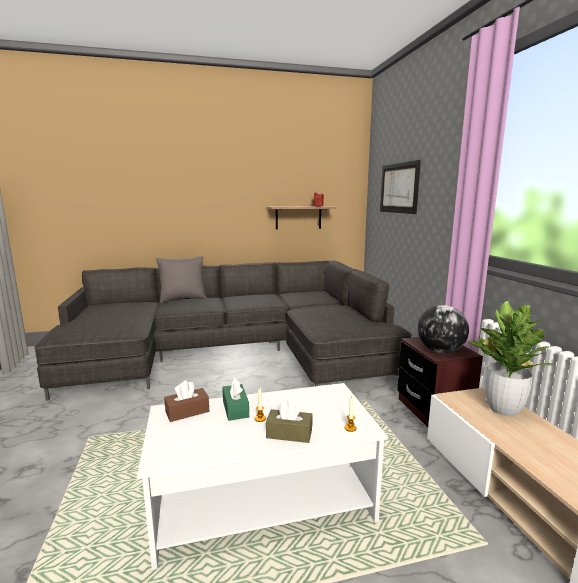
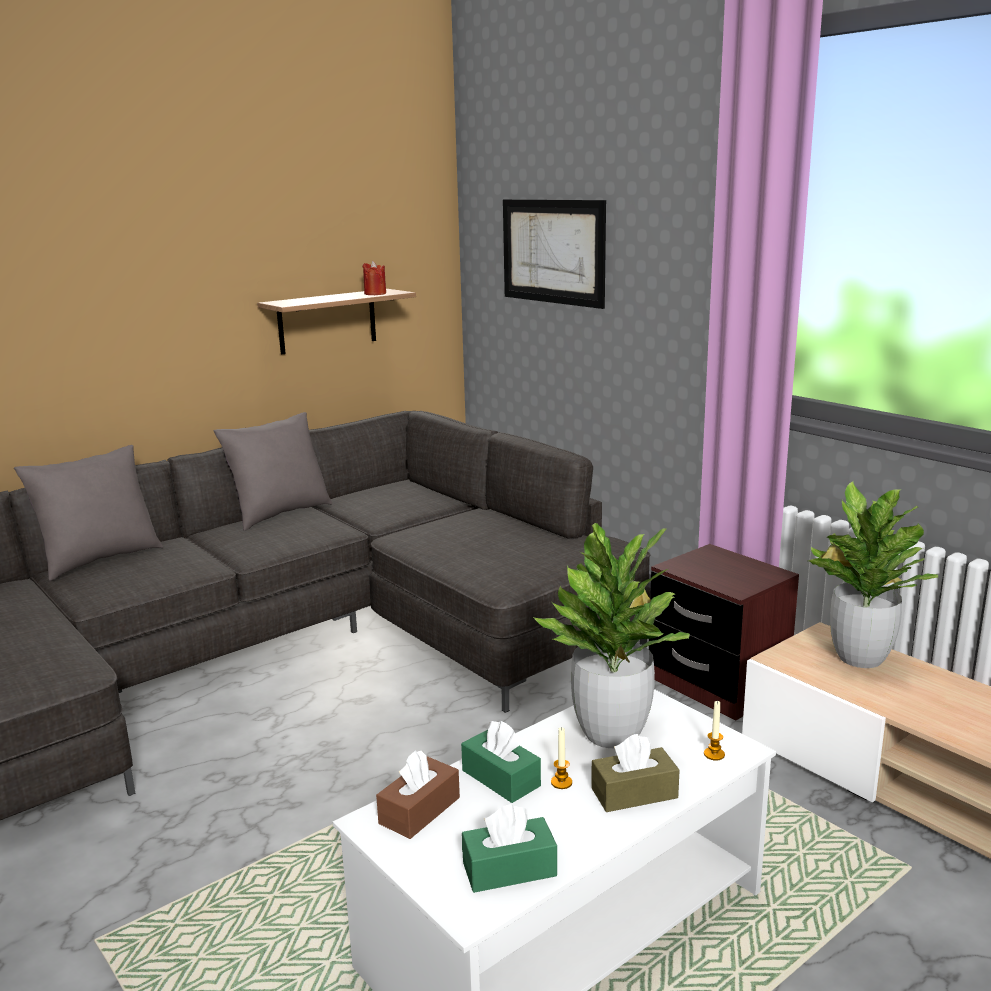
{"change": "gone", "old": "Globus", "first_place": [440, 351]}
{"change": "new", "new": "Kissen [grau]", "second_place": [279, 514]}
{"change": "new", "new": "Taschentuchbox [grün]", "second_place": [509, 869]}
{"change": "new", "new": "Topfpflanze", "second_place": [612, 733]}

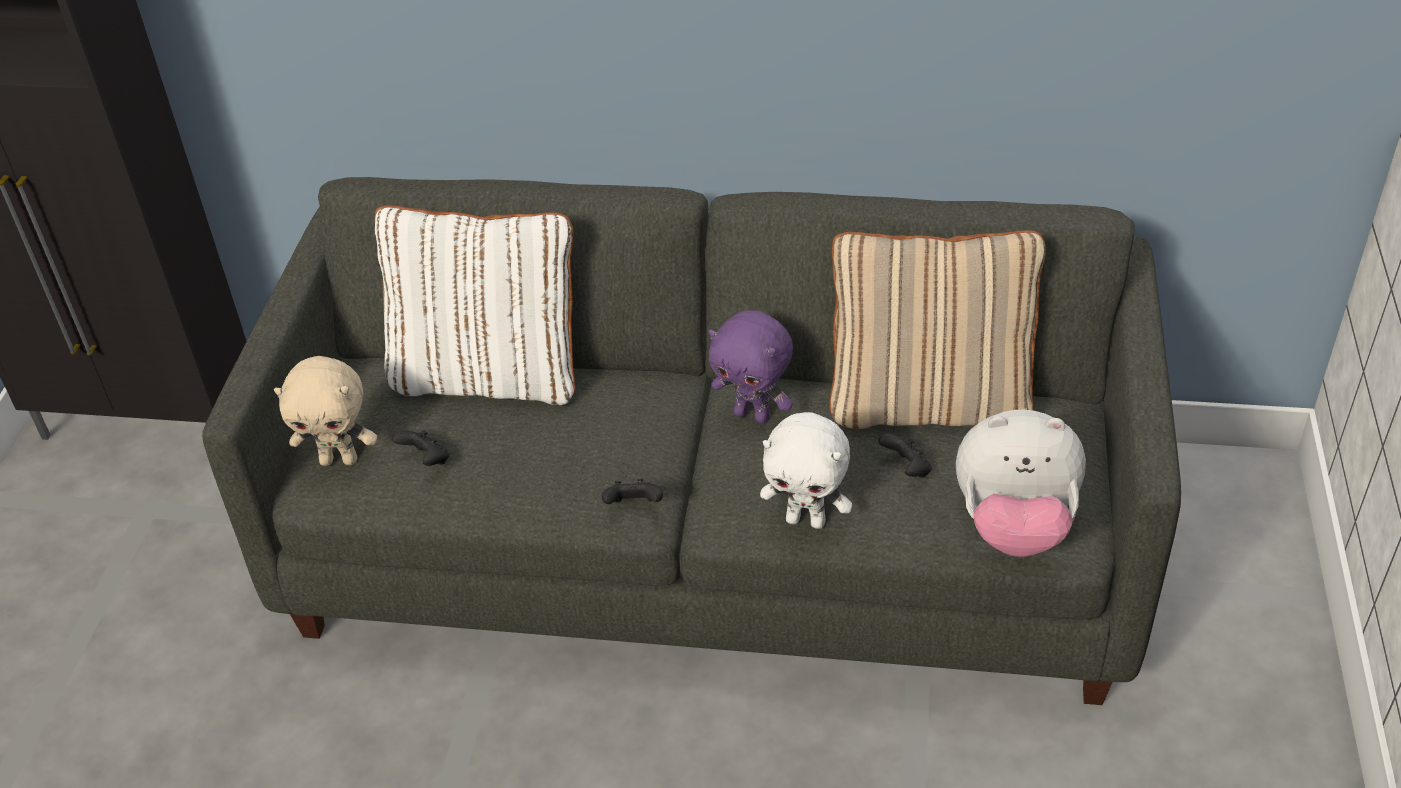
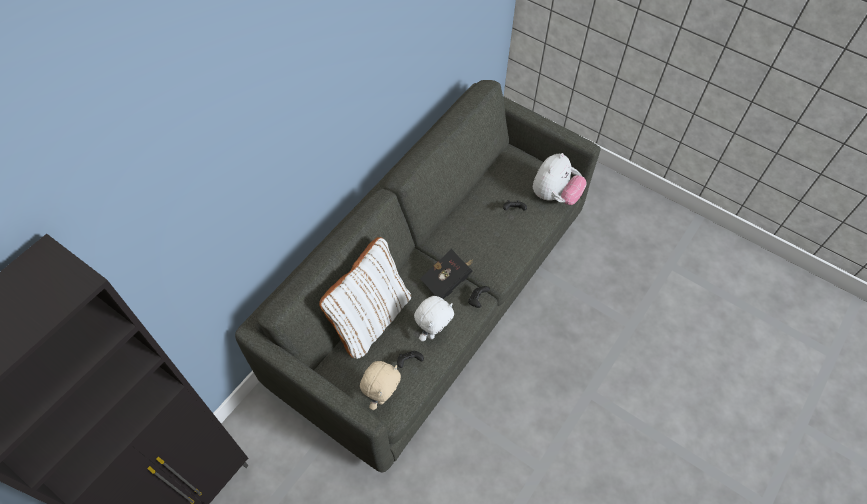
{"change": "gone", "old": "Plüschtier [lila]", "first_place": [753, 415]}
{"change": "shifted", "old": "Plüschtier [weiß]", "first_place": [806, 520], "second_place": [433, 332]}
{"change": "gone", "old": "Kissen [beige]", "first_place": [929, 402]}
{"change": "new", "new": "Buch [schwarz]", "second_place": [448, 280]}

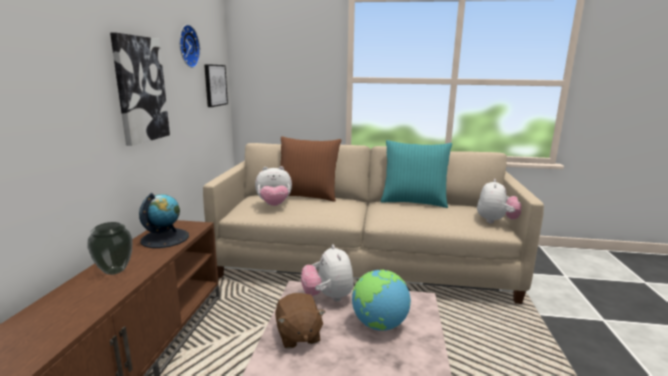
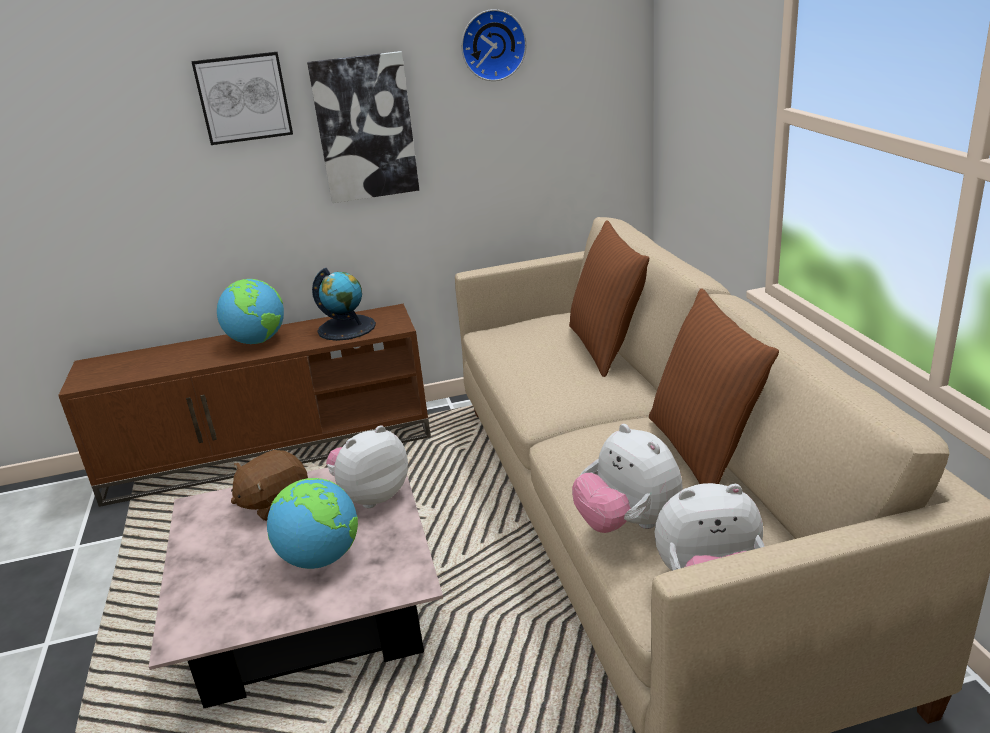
{"change": "swapped", "old": "Vase", "new": "Globus", "first_place": [114, 270], "second_place": [258, 341]}
{"change": "shifted", "old": "Bild", "first_place": [215, 85], "second_place": [244, 98]}
{"change": "shifted", "old": "Plüschtier", "first_place": [274, 205], "second_place": [628, 524]}
{"change": "repainted", "old": "Kissen [türkis]", "new": "Kissen [braun]", "first_place": [413, 202], "second_place": [703, 451]}

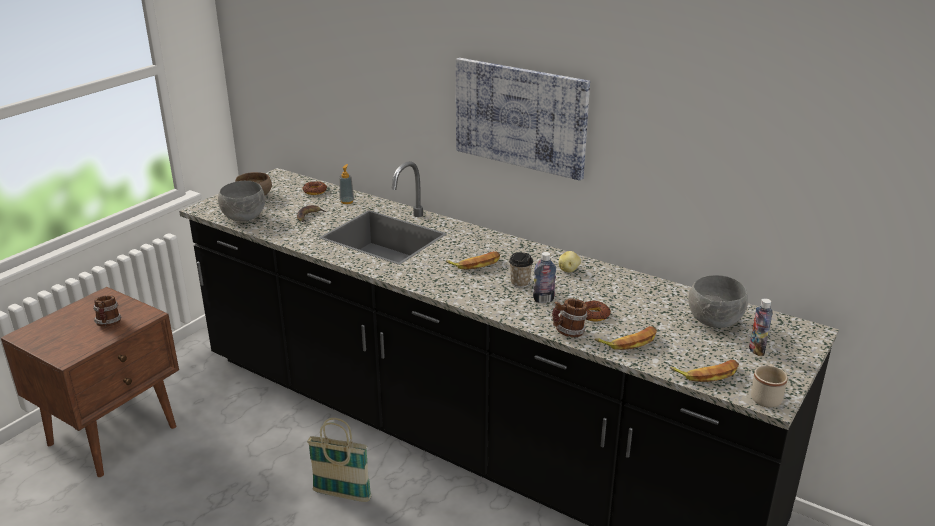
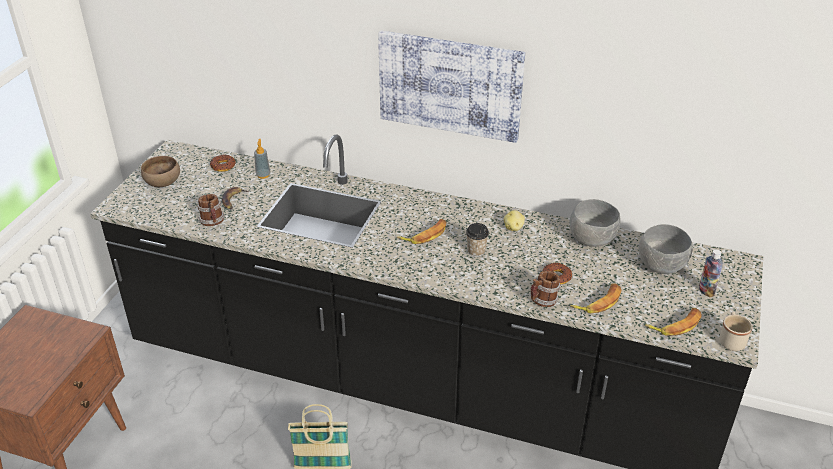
{"change": "shifted", "old": "Henkelbecher", "first_place": [109, 324], "second_place": [213, 222]}
{"change": "shifted", "old": "Schüssel [grau]", "first_place": [245, 218], "second_place": [593, 240]}
{"change": "gone", "old": "Flasche", "first_place": [543, 300]}

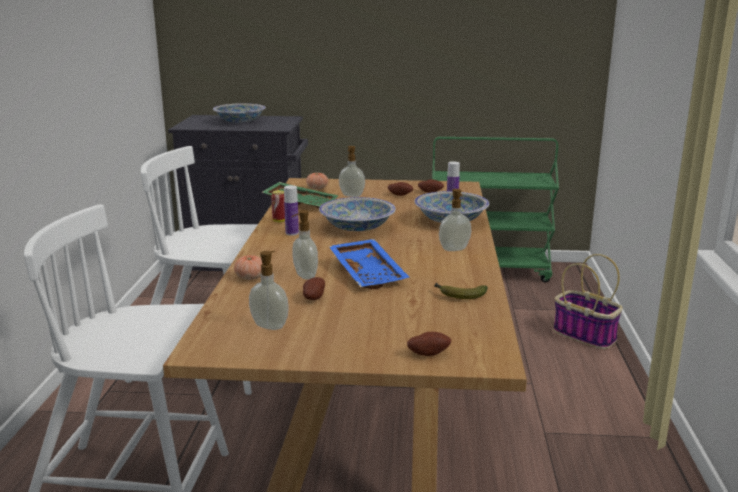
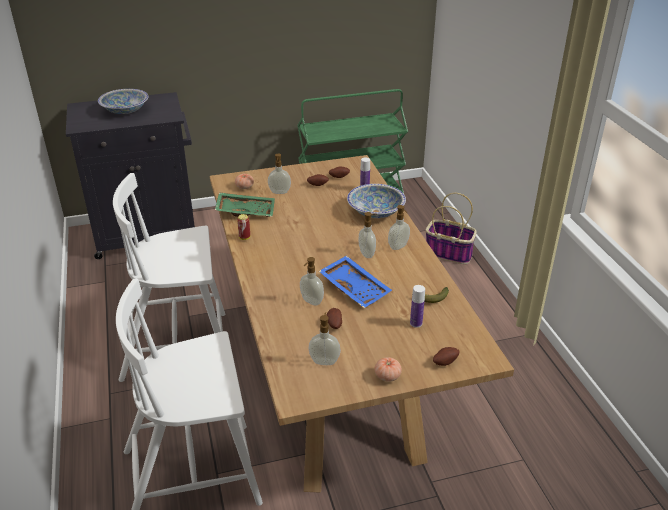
{"change": "shifted", "old": "Tomate", "first_place": [250, 277], "second_place": [387, 376]}
{"change": "shifted", "old": "Flasche", "first_place": [292, 233], "second_place": [416, 323]}
{"change": "gone", "old": "Schüssel", "first_place": [357, 227]}
{"change": "new", "new": "Seifenspender", "second_place": [367, 254]}

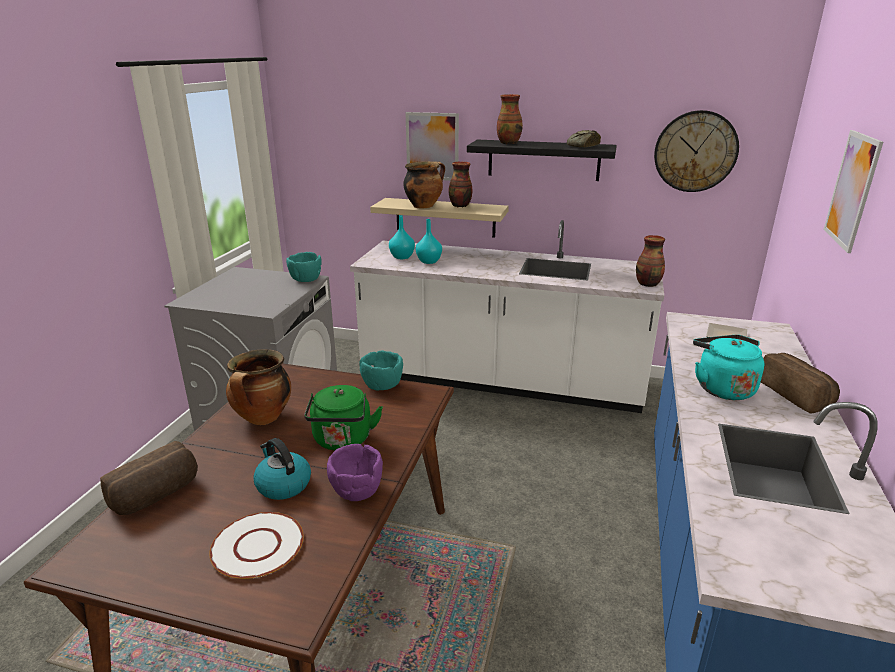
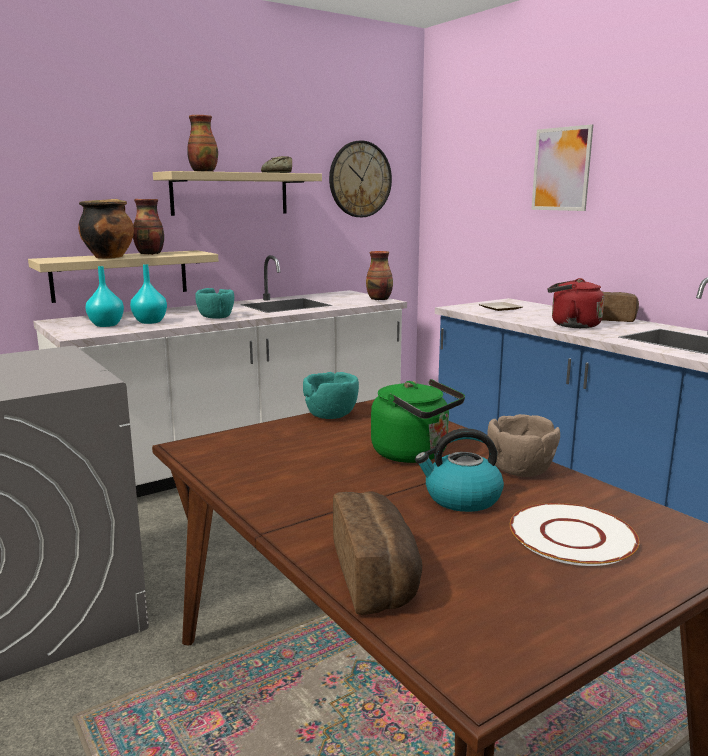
{"change": "gone", "old": "Kochtopf", "first_place": [263, 418]}
{"change": "shifted", "old": "Schüssel [türkis]", "first_place": [305, 279], "second_place": [215, 317]}
{"change": "repainted", "old": "Schüssel [lila]", "new": "Schüssel [braun]", "first_place": [356, 490], "second_place": [519, 469]}
{"change": "gone", "old": "Bild", "first_place": [432, 146]}
{"change": "repainted", "old": "Wandregal [schwarz]", "new": "Wandregal [beige]", "first_place": [543, 160], "second_place": [230, 194]}
{"change": "repainted", "old": "Wasserkessel [türkis]", "new": "Wasserkessel [rot]", "first_place": [722, 388], "second_place": [571, 325]}

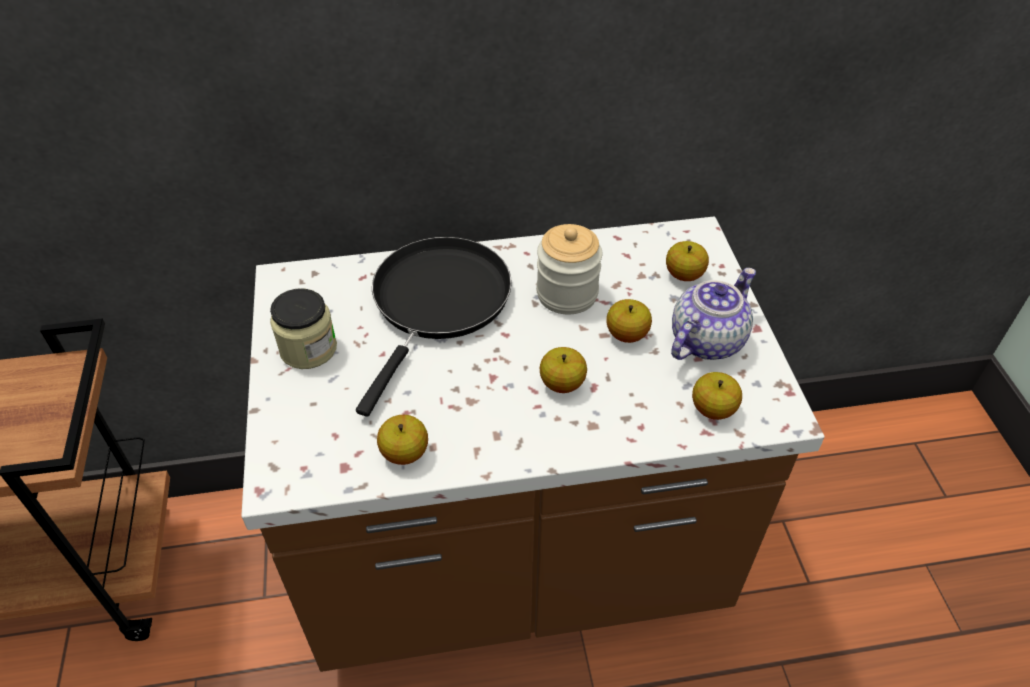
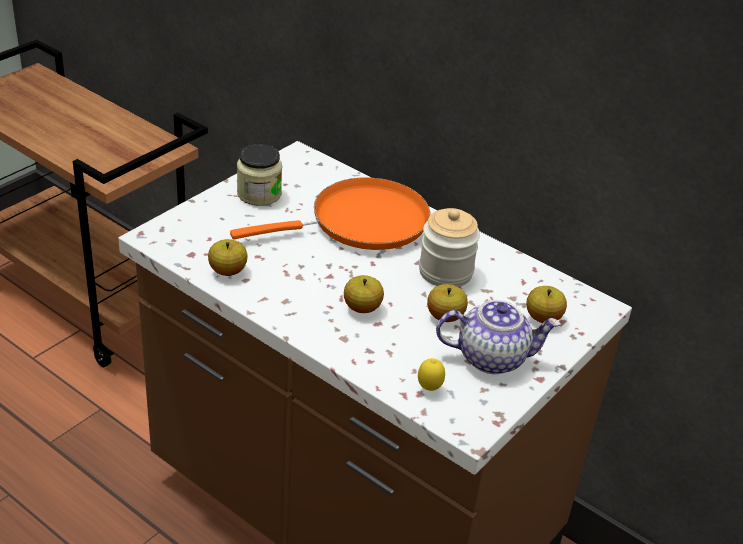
{"change": "repainted", "old": "Pfanne [schwarz]", "new": "Pfanne [orange]", "first_place": [438, 303], "second_place": [361, 222]}
{"change": "swapped", "old": "Apfel", "new": "Zitrone", "first_place": [713, 409], "second_place": [429, 389]}

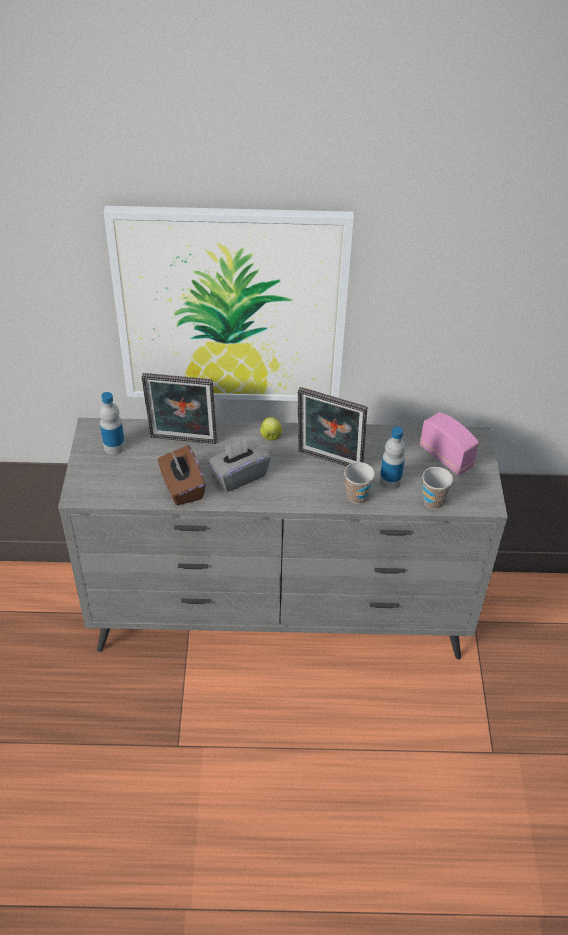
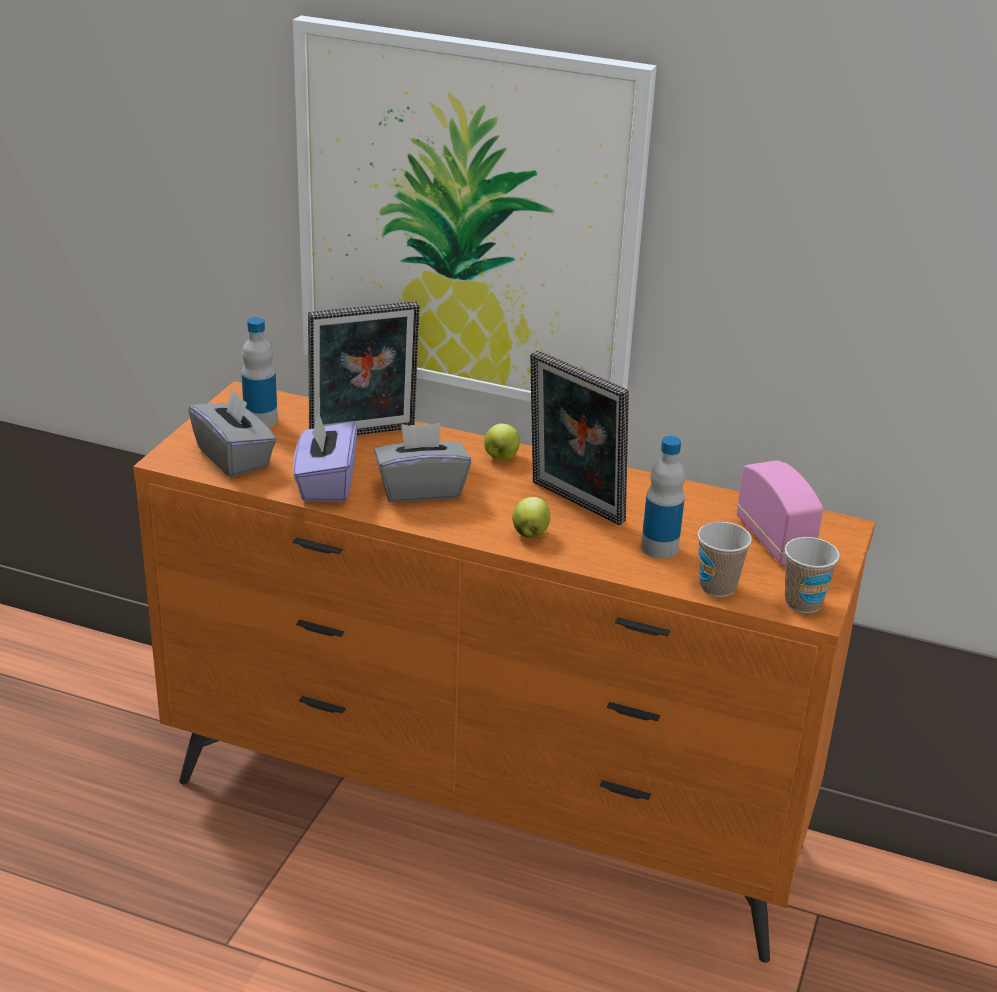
{"change": "repainted", "old": "Kommode [grau]", "new": "Kommode [orange]", "first_place": [281, 616], "second_place": [487, 815]}
{"change": "rotated", "old": "Bilderrahmen", "first_place": [182, 442], "second_place": [363, 435], "degrees": -45}
{"change": "repainted", "old": "Taschentuchbox [braun]", "new": "Taschentuchbox [lila]", "first_place": [182, 488], "second_place": [326, 484]}
{"change": "shifted", "old": "Tasse", "first_place": [356, 496], "second_place": [803, 603]}
{"change": "new", "new": "Taschentuchbox [grau]", "second_place": [234, 457]}
{"change": "new", "new": "Apfel", "second_place": [530, 533]}

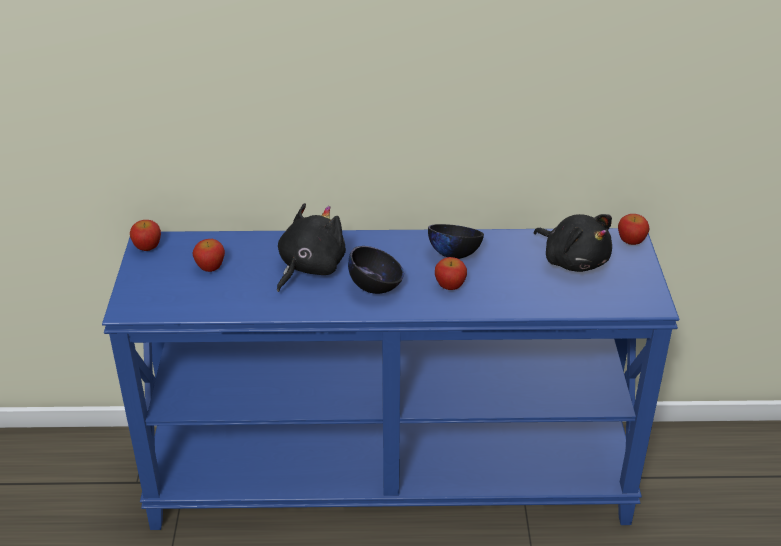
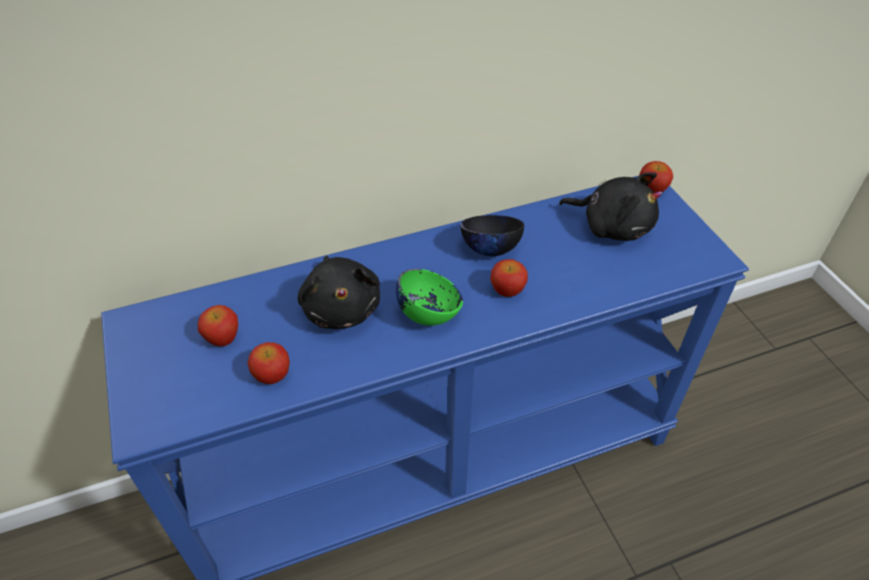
{"change": "shifted", "old": "Apfel", "first_place": [147, 247], "second_place": [272, 375]}
{"change": "rotated", "old": "Plüschtier [schwarz]", "first_place": [309, 268], "second_place": [341, 307], "degrees": 150}
{"change": "repainted", "old": "Schüssel [schwarz]", "new": "Schüssel [grün]", "first_place": [376, 287], "second_place": [429, 314]}

